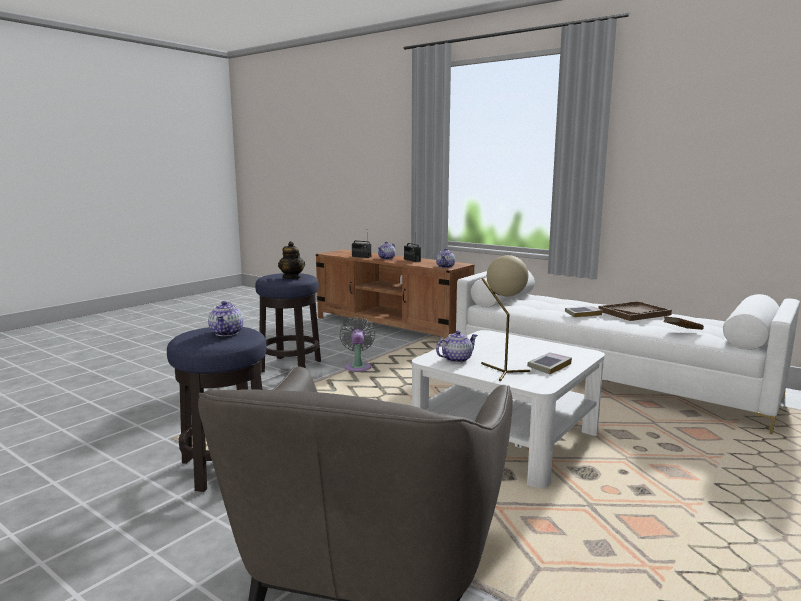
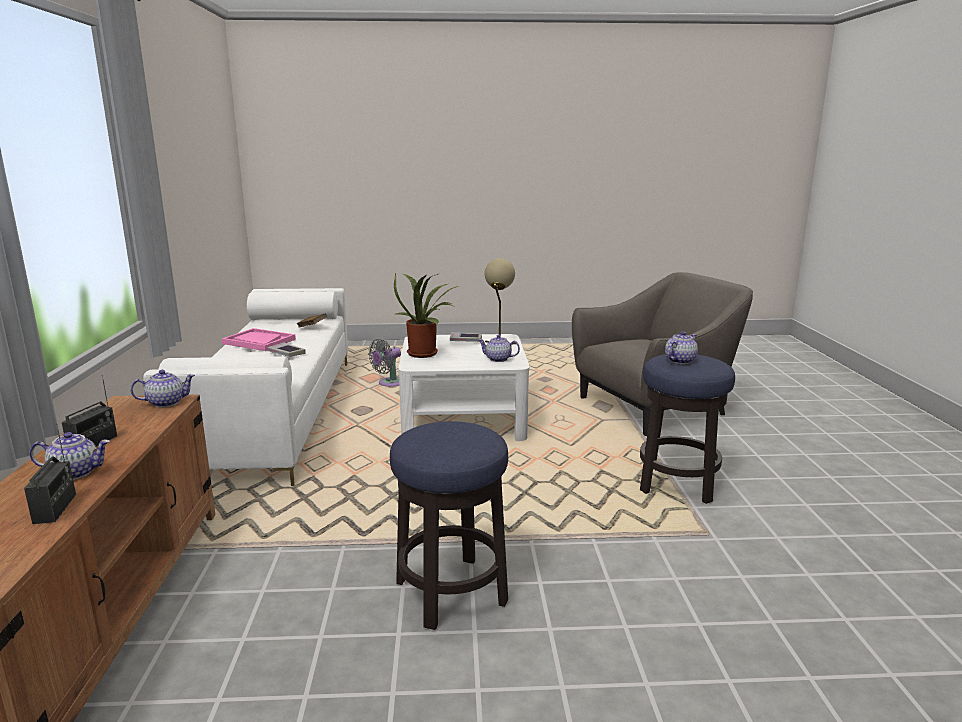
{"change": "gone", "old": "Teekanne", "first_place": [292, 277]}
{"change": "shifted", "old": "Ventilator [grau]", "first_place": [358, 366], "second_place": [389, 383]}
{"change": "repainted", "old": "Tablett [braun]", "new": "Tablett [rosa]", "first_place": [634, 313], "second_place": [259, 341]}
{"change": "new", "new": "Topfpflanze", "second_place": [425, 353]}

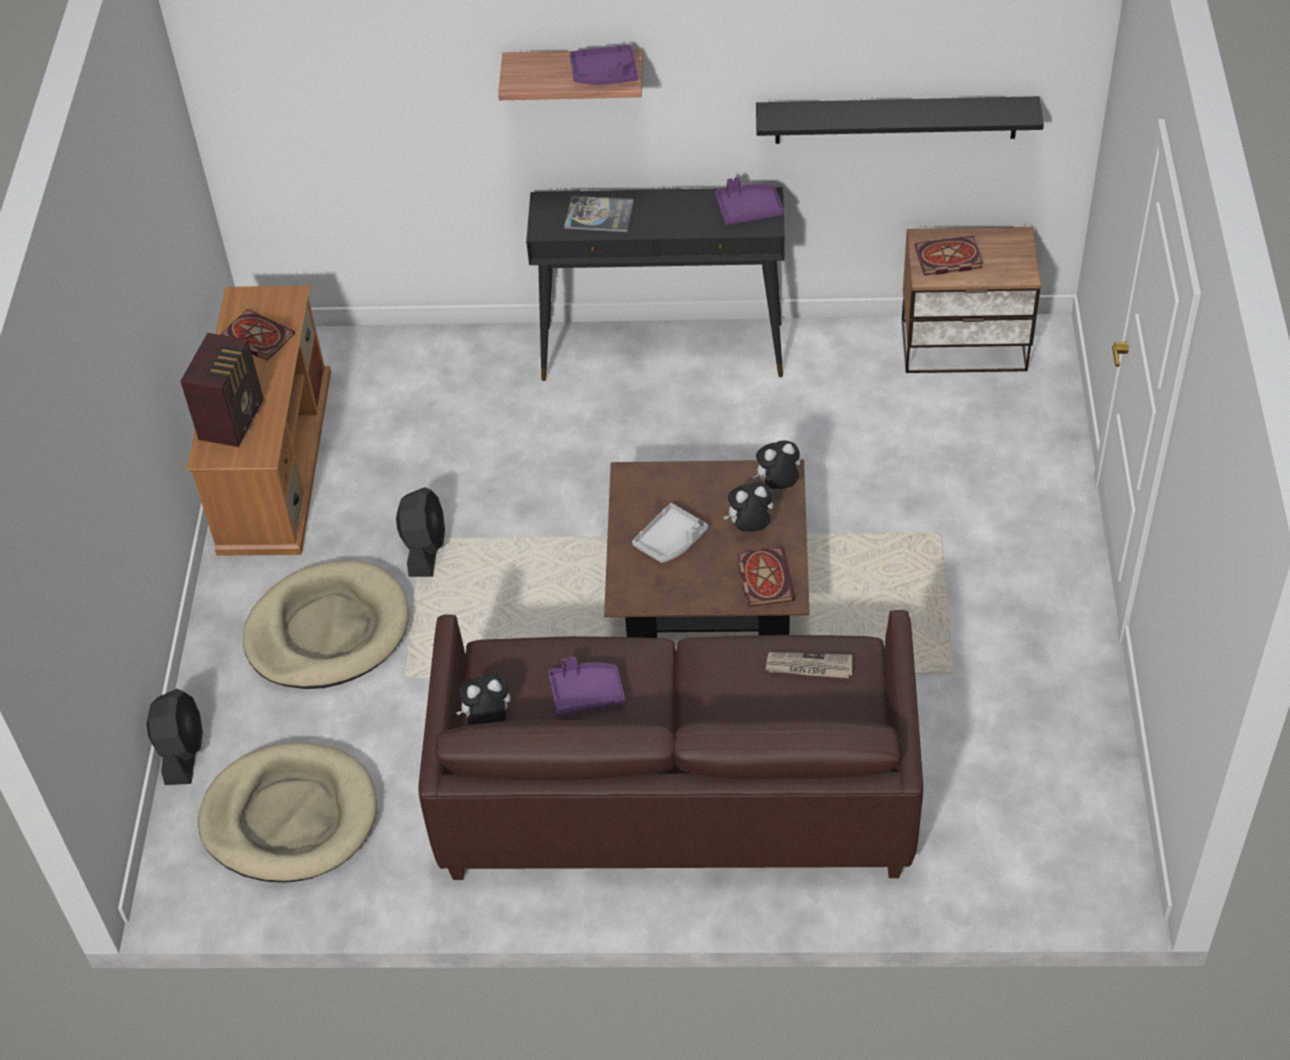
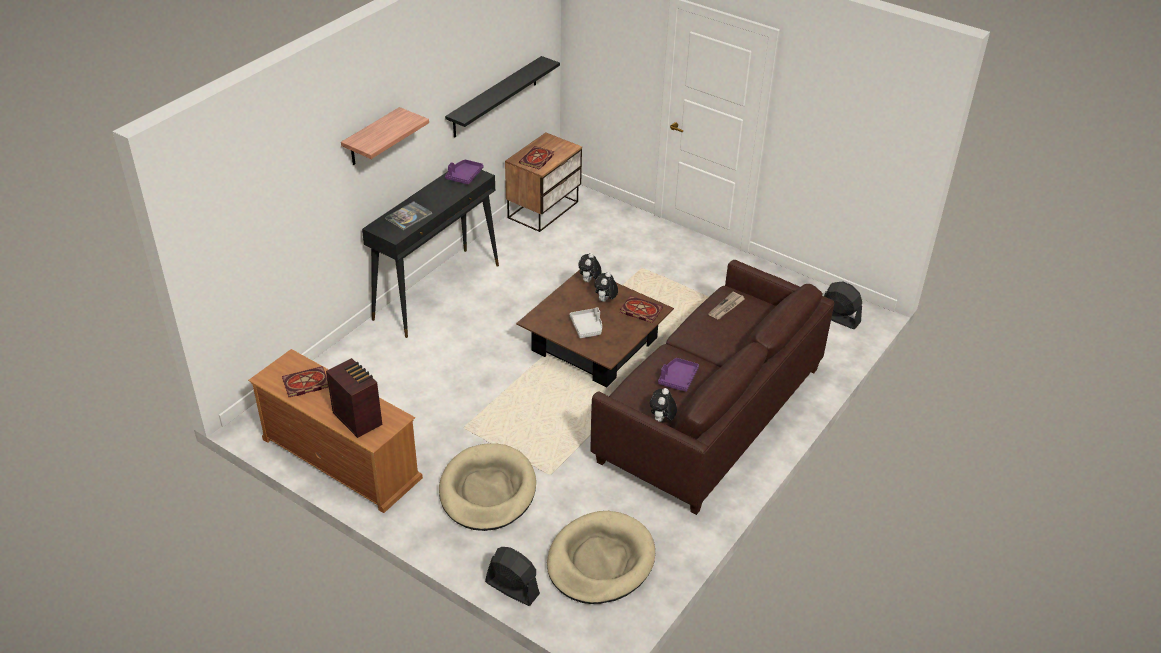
{"change": "shifted", "old": "Ventilator [schwarz]", "first_place": [425, 548], "second_place": [838, 318]}
{"change": "gone", "old": "Tablett [lila]", "first_place": [604, 74]}

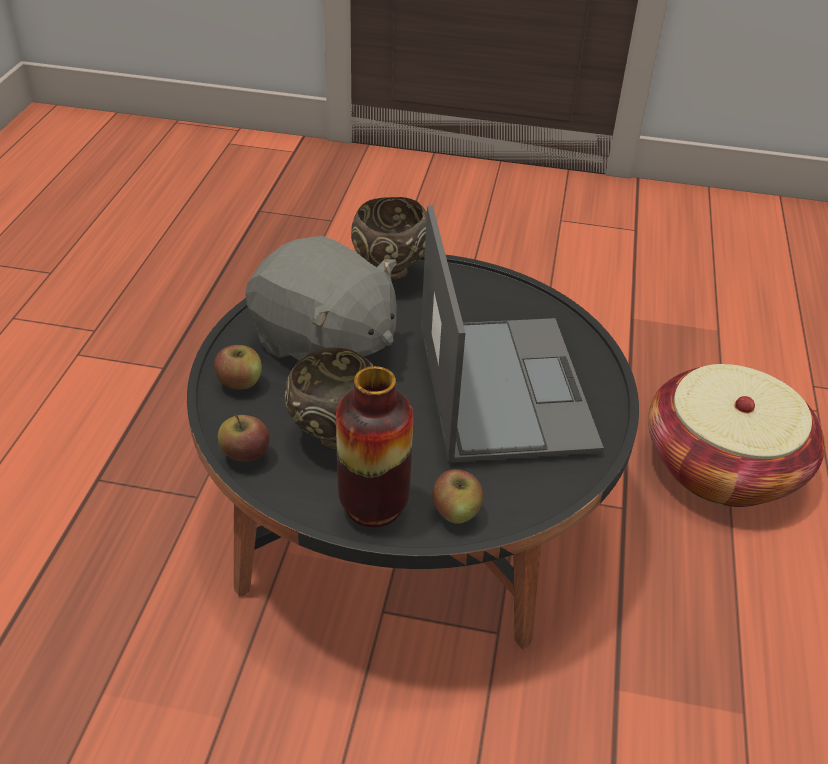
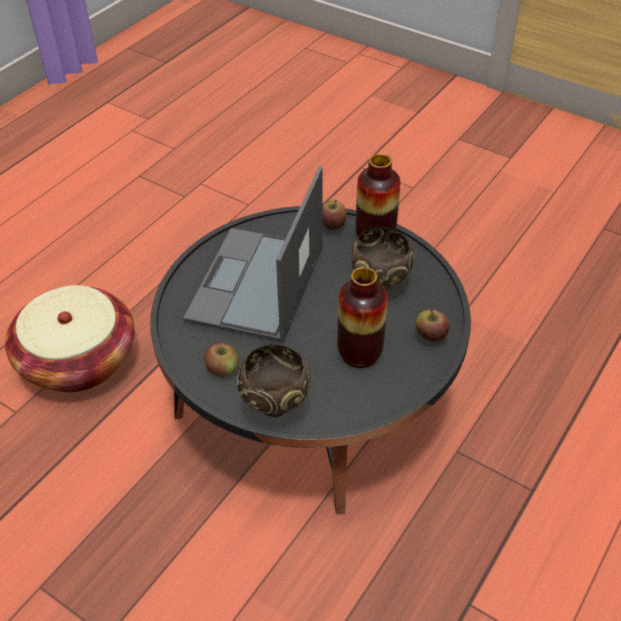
{"change": "shifted", "old": "Apfel", "first_place": [245, 453], "second_place": [222, 369]}
{"change": "swapped", "old": "Plüschtier [grau]", "new": "Vase", "first_place": [324, 346], "second_place": [359, 353]}

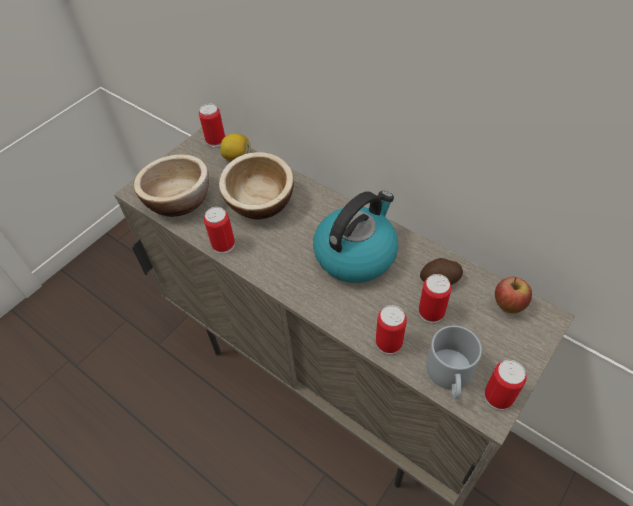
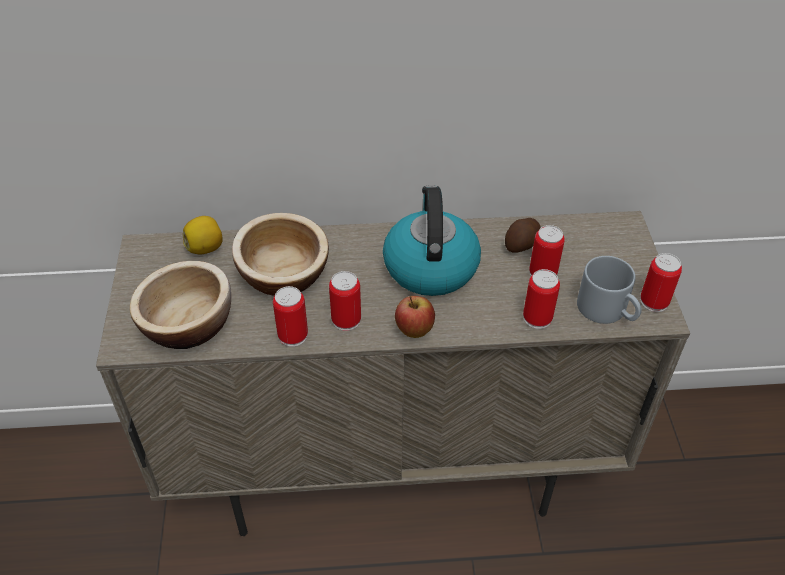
{"change": "shifted", "old": "Dose", "first_place": [216, 140], "second_place": [346, 320]}
{"change": "shifted", "old": "Apfel", "first_place": [508, 306], "second_place": [414, 331]}

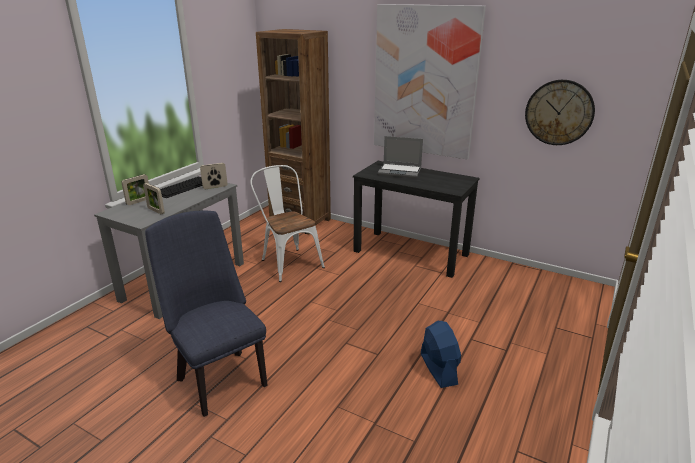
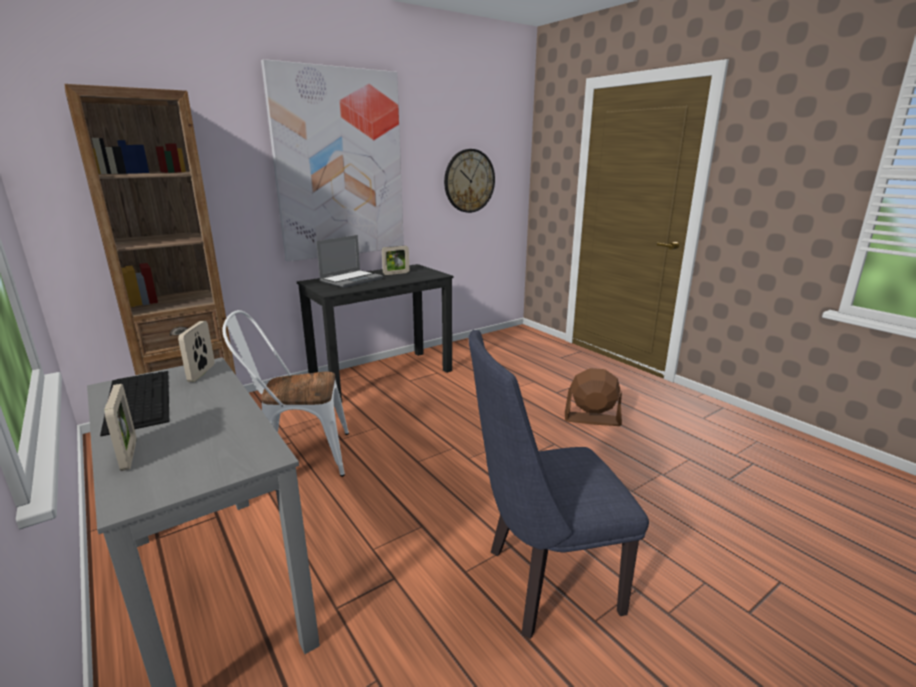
{"change": "shifted", "old": "Bilderrahmen", "first_place": [156, 211], "second_place": [396, 273]}
{"change": "repainted", "old": "Ventilator [blau]", "new": "Ventilator [braun]", "first_place": [438, 368], "second_place": [592, 419]}

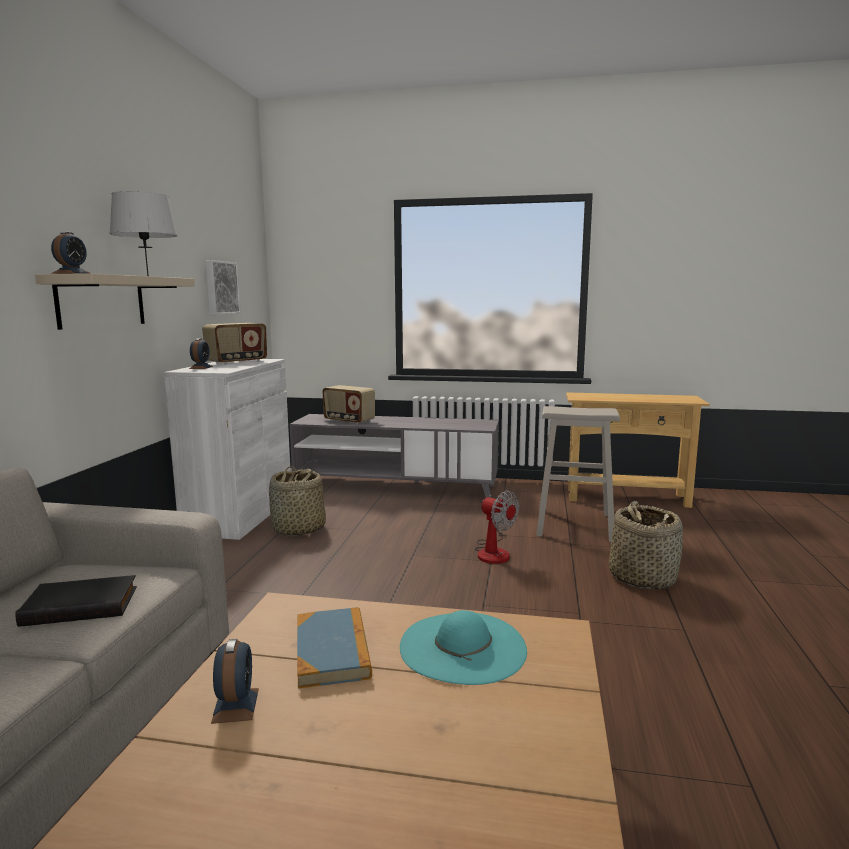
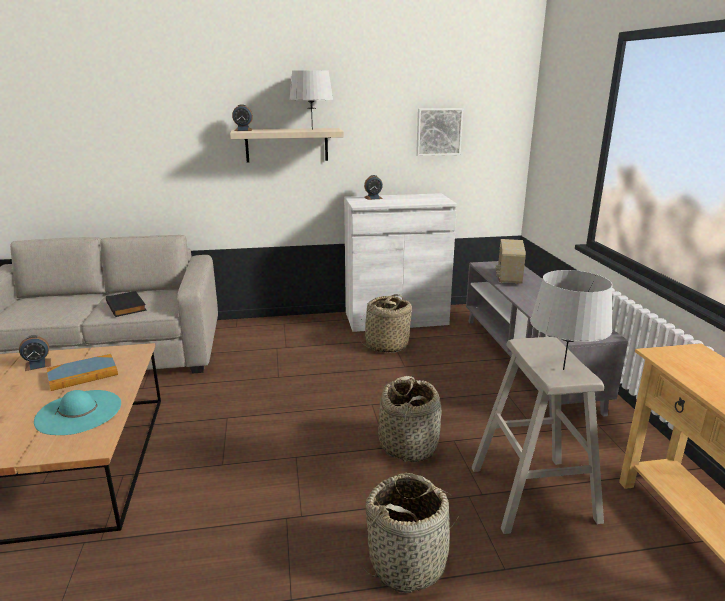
{"change": "gone", "old": "Radio", "first_place": [237, 362]}
{"change": "swapped", "old": "Ventilator", "new": "Korb", "first_place": [493, 551], "second_place": [408, 445]}
{"change": "new", "new": "Tischlampe [grau]", "second_place": [563, 369]}

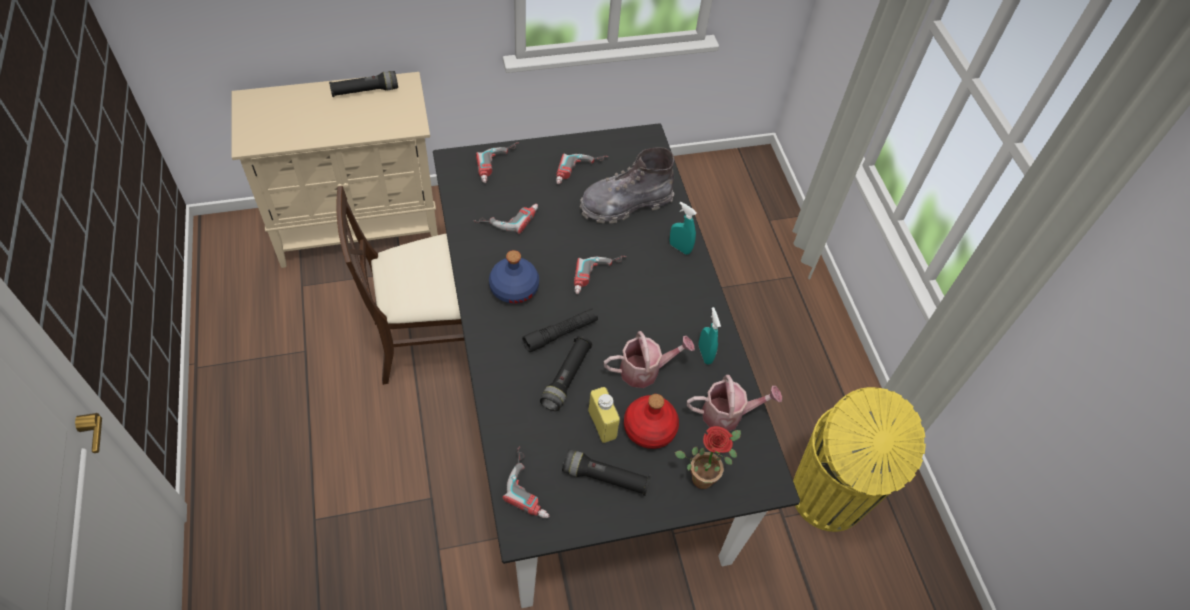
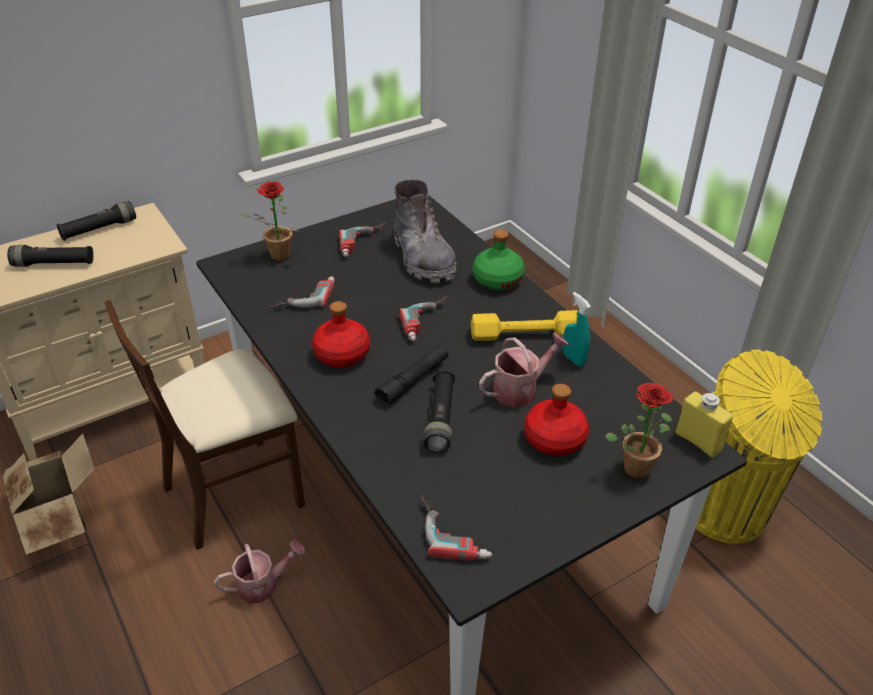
{"change": "swapped", "old": "Bohrmaschine", "new": "Topfpflanze", "first_place": [500, 165], "second_place": [276, 257]}
{"change": "repainted", "old": "Flasche [blau]", "new": "Flasche [rot]", "first_place": [514, 287], "second_place": [341, 354]}
{"change": "shifted", "old": "Taschenlampe [schwarz]", "first_place": [605, 478], "second_place": [54, 264]}
{"change": "rotated", "old": "Stiefel [grau]", "first_place": [625, 204], "second_place": [423, 258], "degrees": -75}
{"change": "shifted", "old": "Flasche [gelb]", "first_place": [602, 424], "second_place": [698, 441]}
{"change": "swapped", "old": "Sprühflasche [türkis]", "new": "Flasche [grün]", "first_place": [679, 248], "second_place": [497, 279]}
{"change": "shifted", "old": "Gießkanne", "first_place": [728, 414], "second_place": [263, 584]}
{"change": "new", "new": "Karton", "second_place": [60, 519]}
{"change": "new", "new": "Hantel [gelb]", "second_place": [526, 335]}

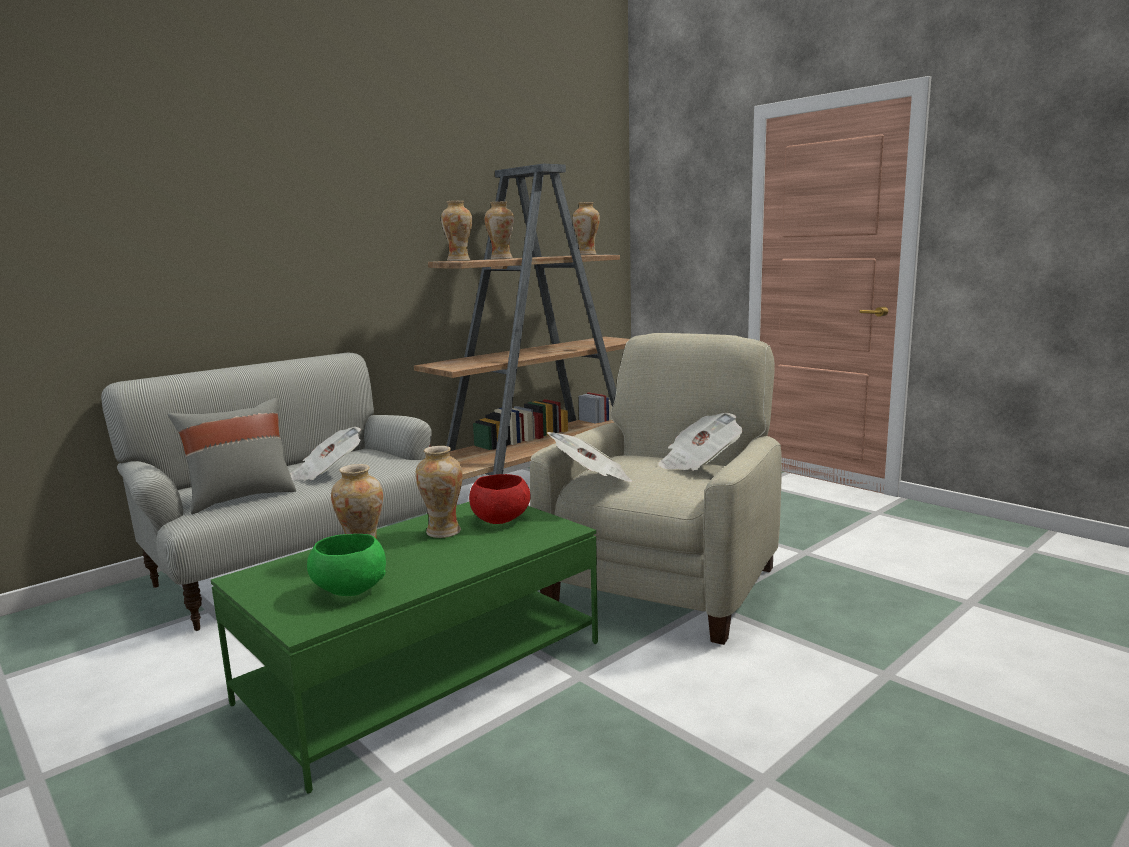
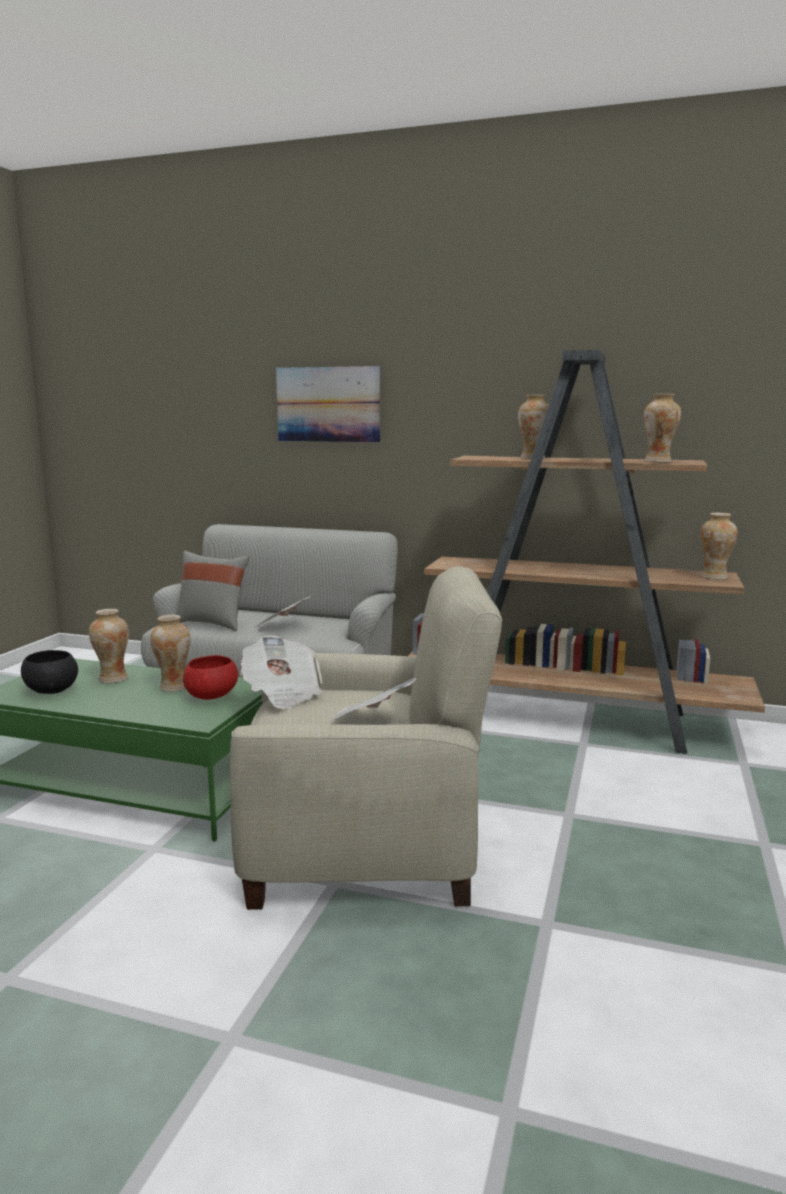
{"change": "repainted", "old": "Schüssel [grün]", "new": "Schüssel [schwarz]", "first_place": [349, 590], "second_place": [51, 690]}
{"change": "shifted", "old": "Vase", "first_place": [459, 261], "second_place": [714, 577]}
{"change": "new", "new": "Bild", "second_place": [328, 404]}

